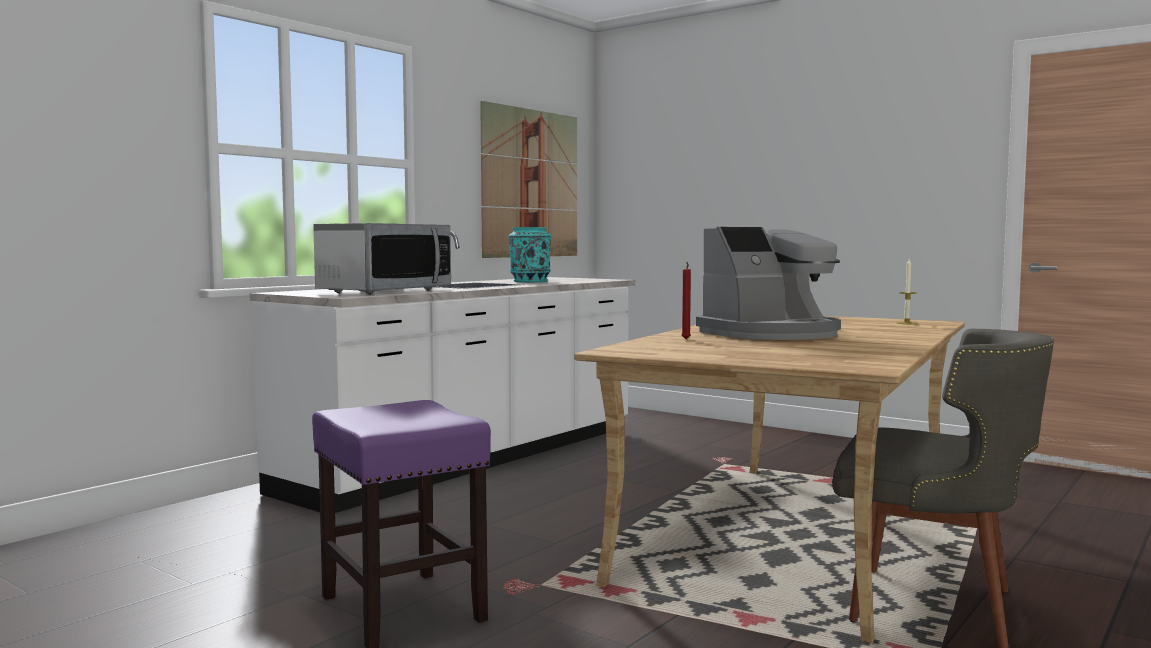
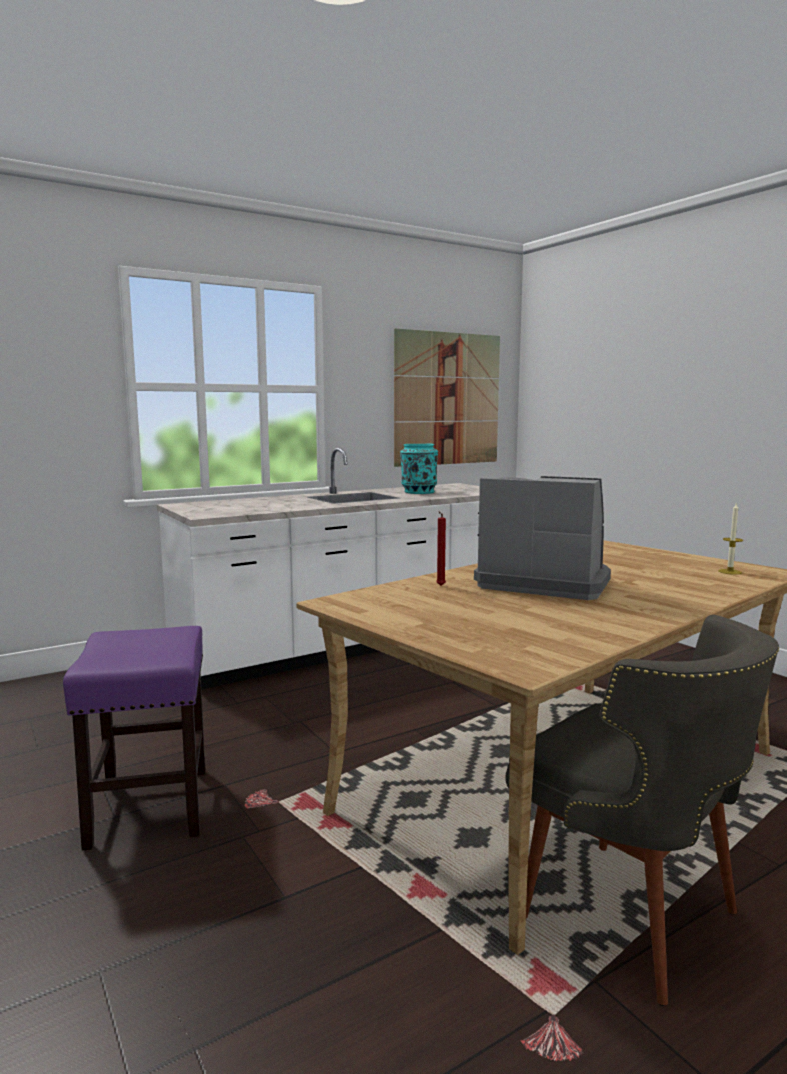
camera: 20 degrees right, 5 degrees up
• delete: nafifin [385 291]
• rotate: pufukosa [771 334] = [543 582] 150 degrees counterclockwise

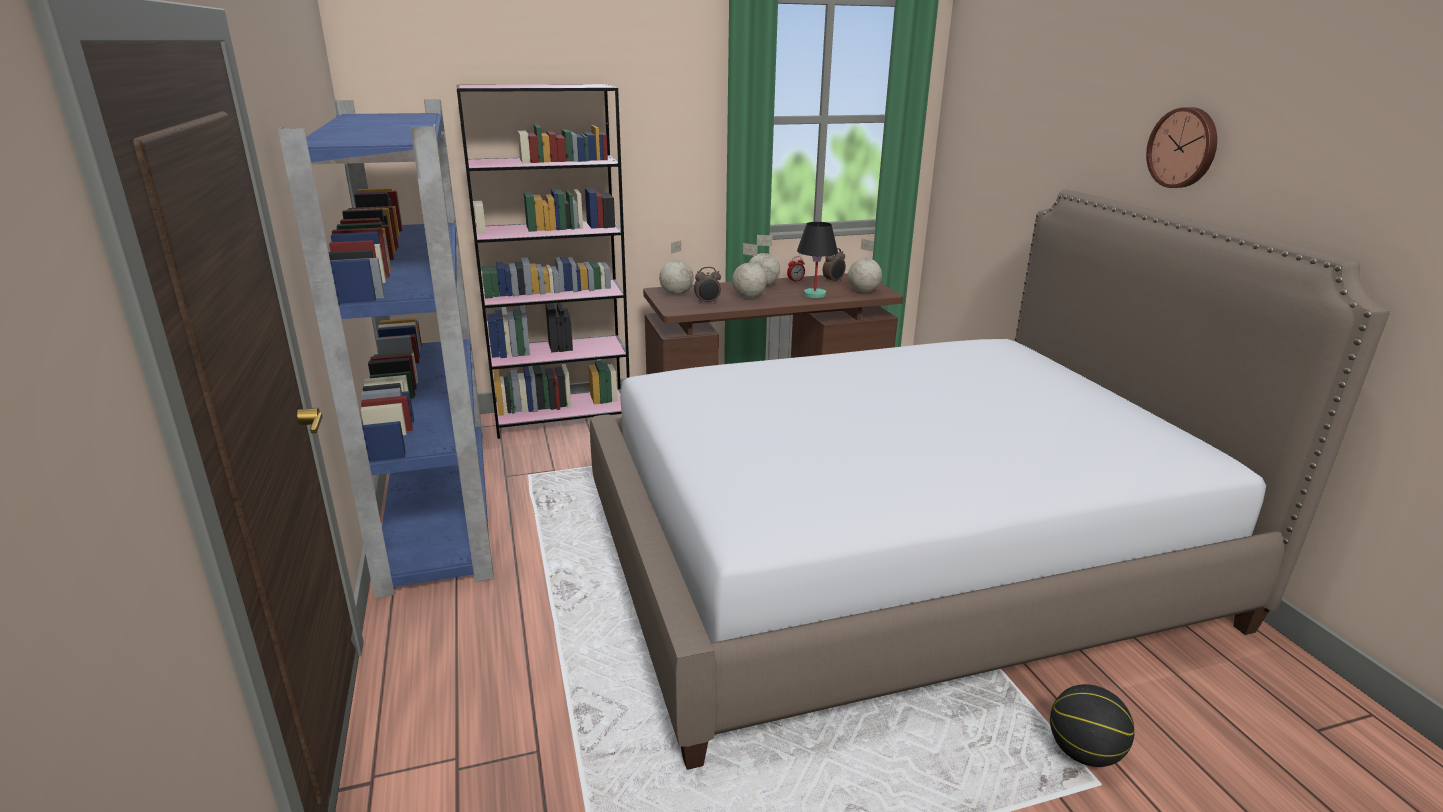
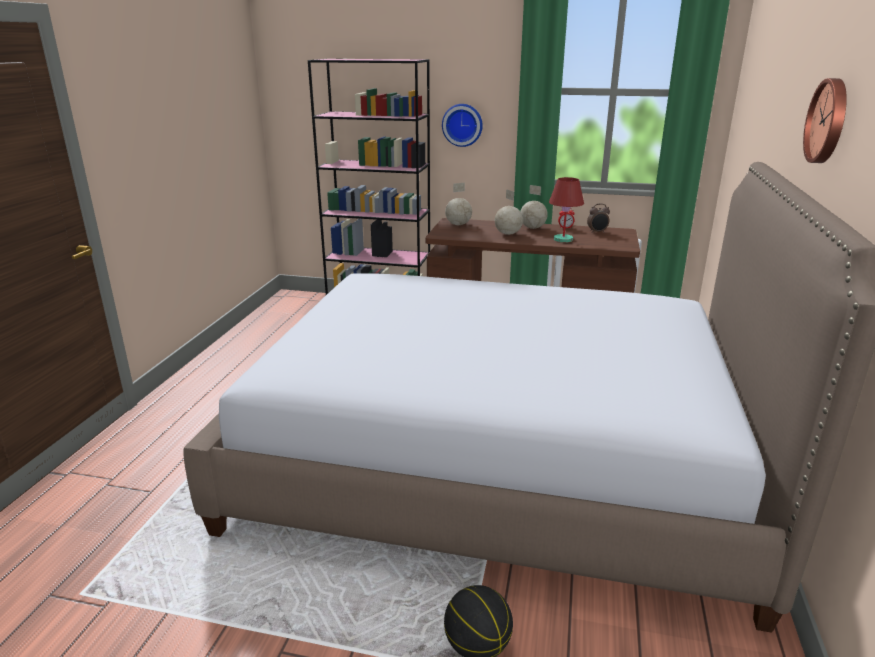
camera: 30 degrees right, 0 degrees up
• delete: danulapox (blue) [438 504]
• recolor: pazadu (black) [814 295] to pazadu (red) [563 239]
• delete: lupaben [863 291]
• delete: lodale [707 303]
• insert: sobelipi [462 125]

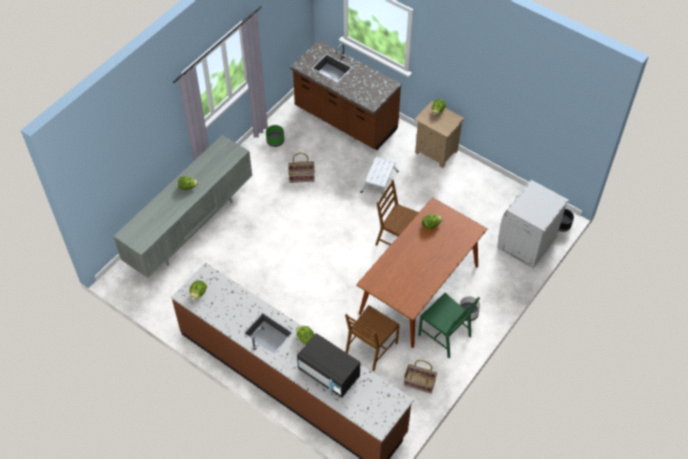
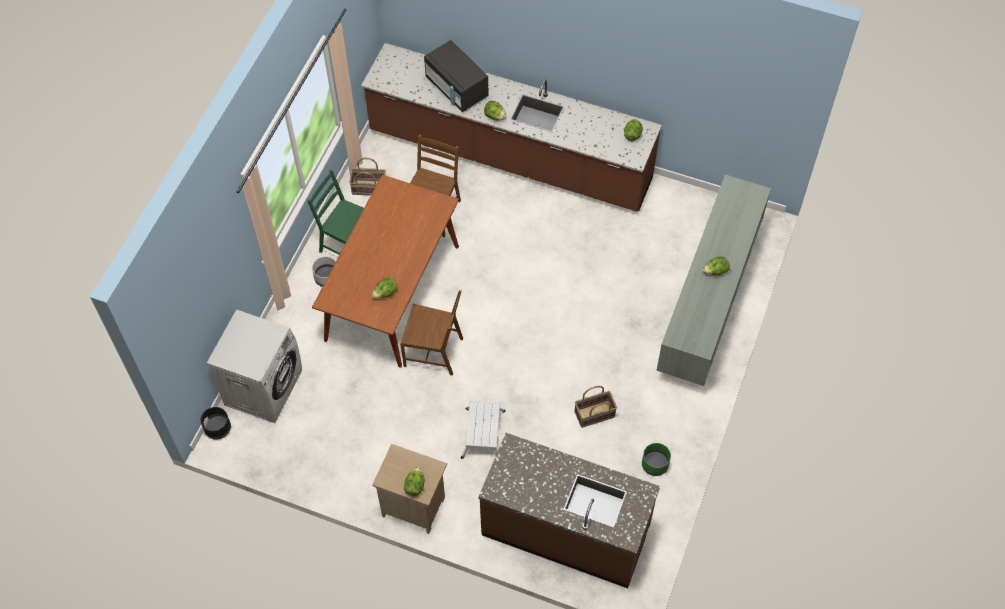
camera: 165 degrees right, 5 degrees up
• rotate: nafifin (black) [329 373] = [457 88] 150 degrees counterclockwise

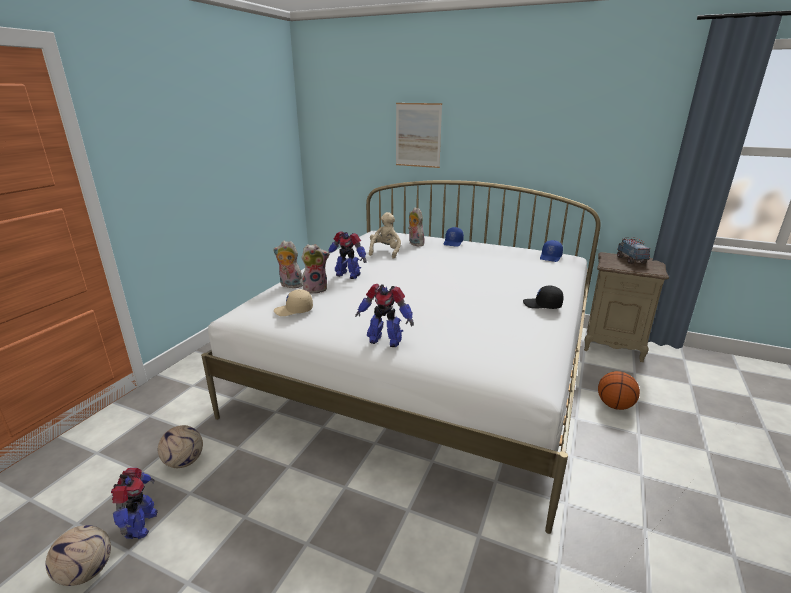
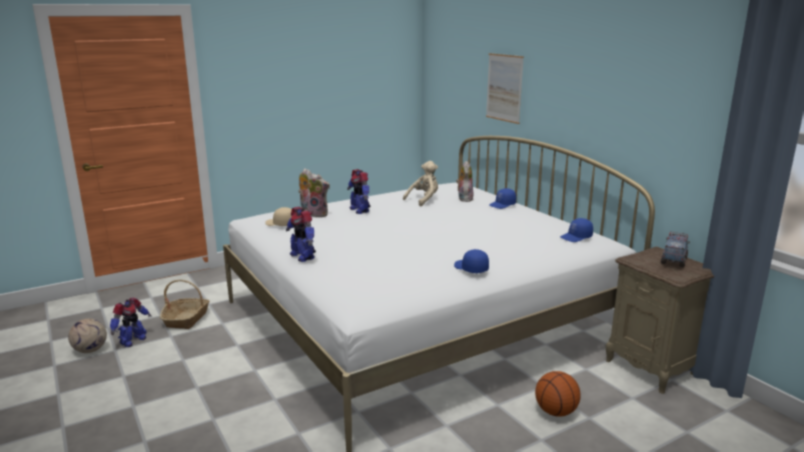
camera: 35 degrees right, 5 degrees down
• recolor: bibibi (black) [542 305] to bibibi (blue) [470 268]
• replace: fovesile [184 461] to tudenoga [186 319]

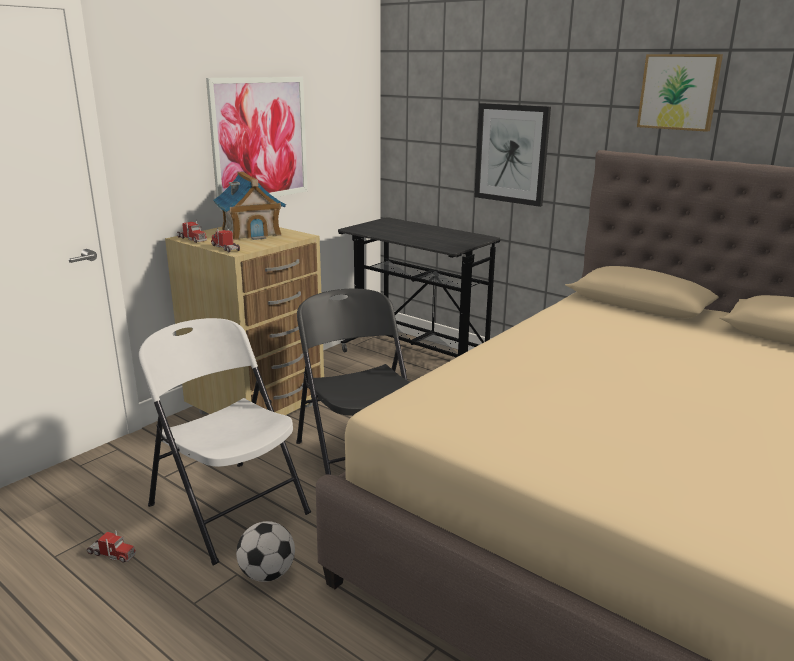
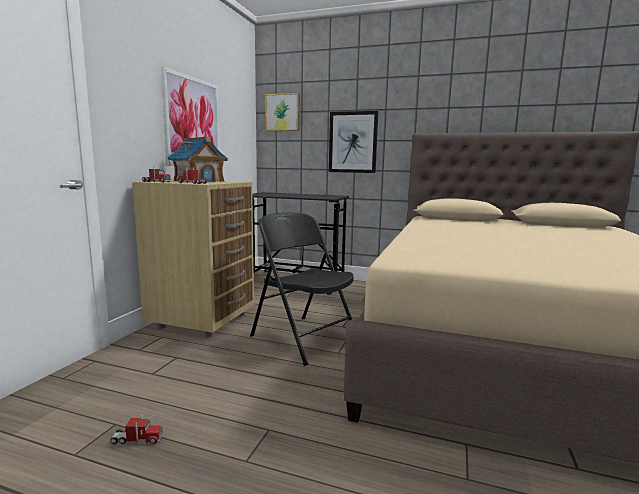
camera: 20 degrees left, 10 degrees down
• move: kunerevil [679 92] to [283 112]
• delete: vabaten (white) [229 509]
• delete: fovesile [267 574]

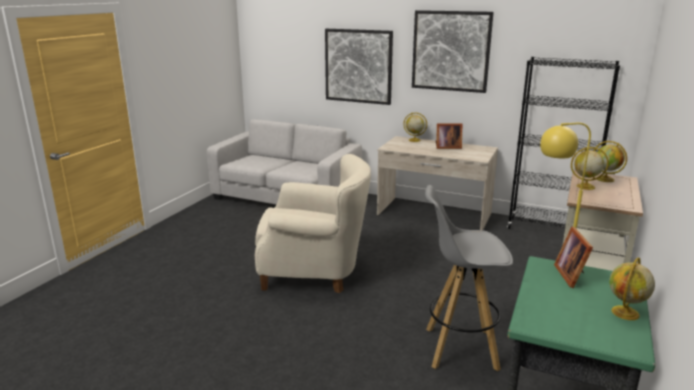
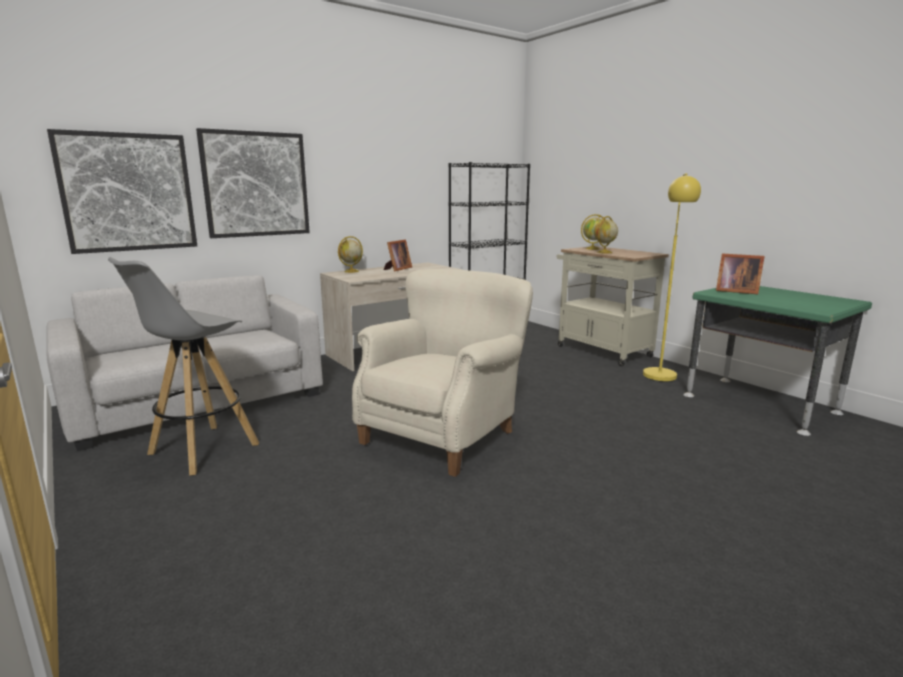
camera: 60 degrees left, 5 degrees down
• move: kunerevil [451 51] to [128 192]
• move: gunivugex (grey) [459 348] to [201 449]
• delete: lupaben [625 313]

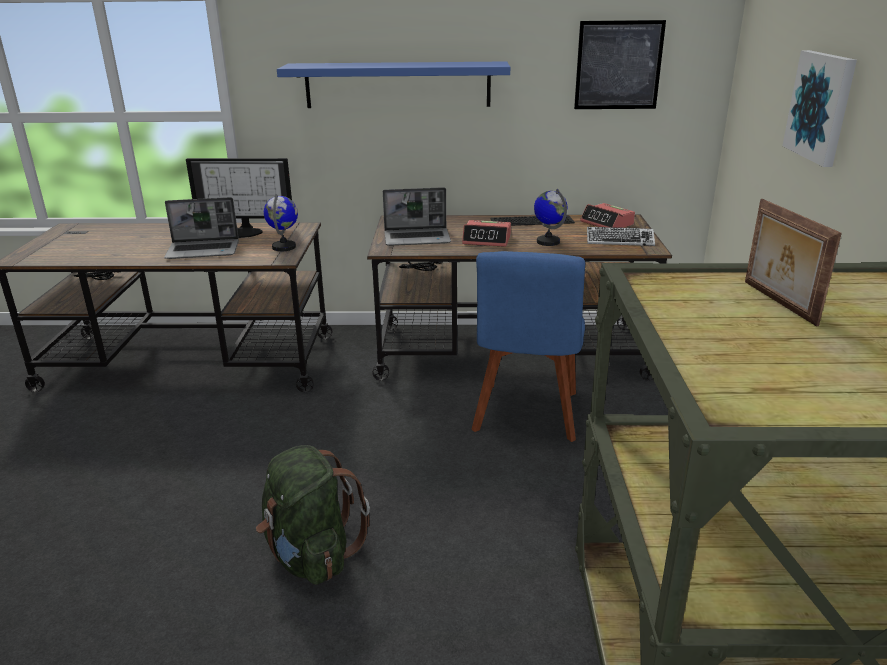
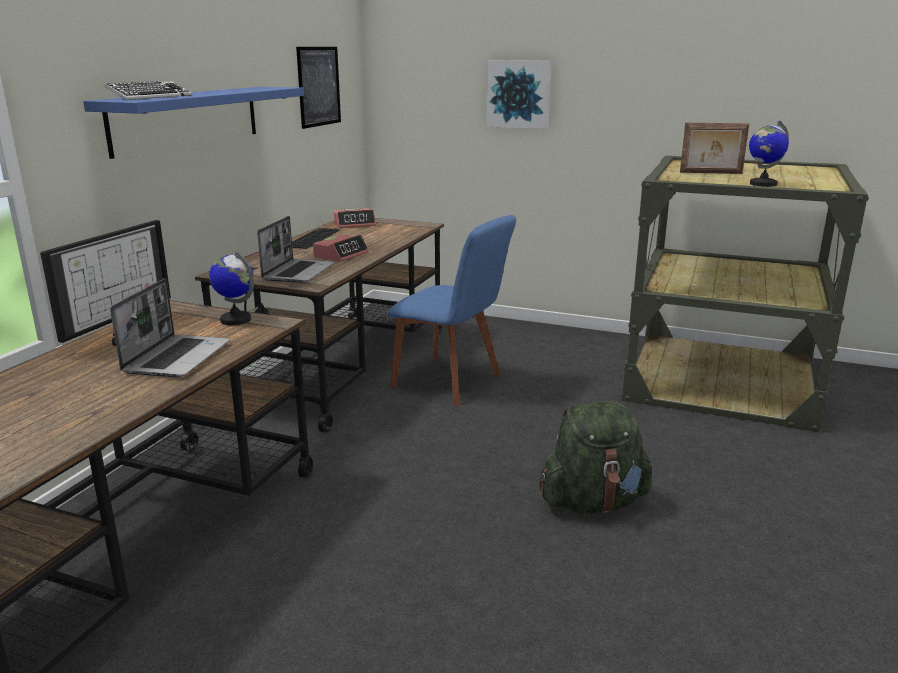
camera: 70 degrees left, 5 degrees down
• move: lupaben [548 242] to [762 184]
• move: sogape [619 241] to [150 97]

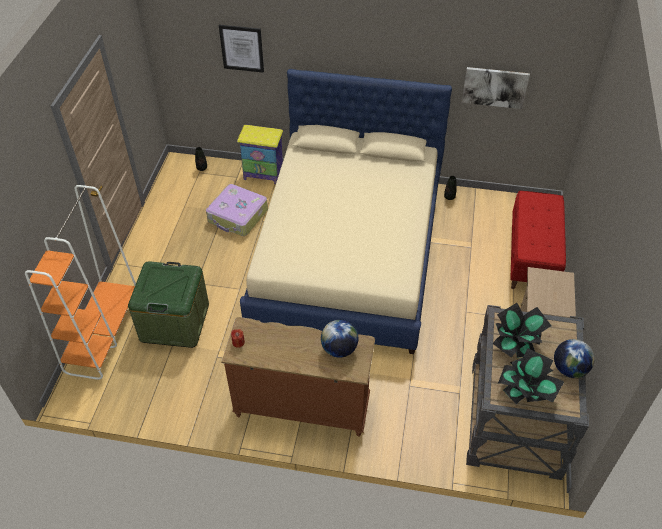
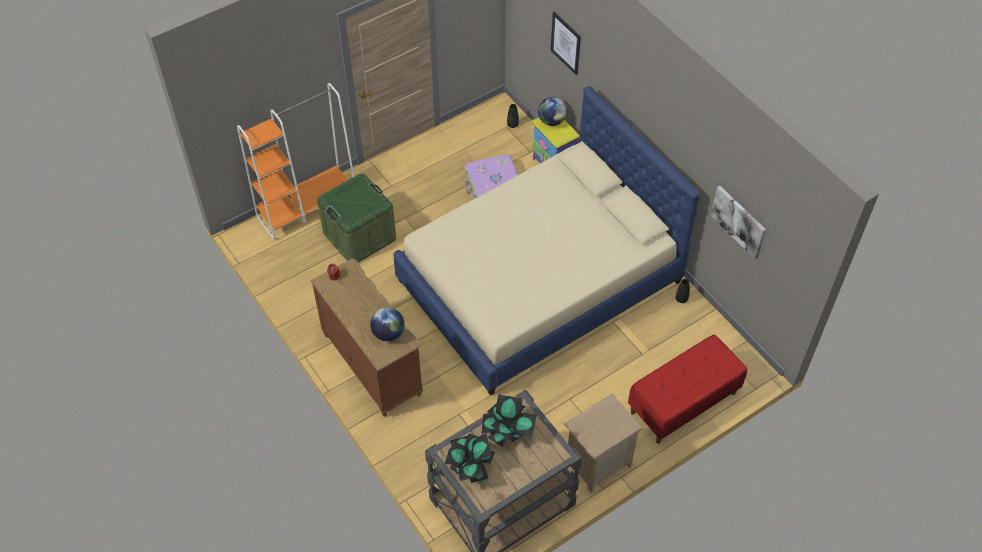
camera: 45 degrees right, 5 degrees up
• move: lupaben [569 369] to [551 121]

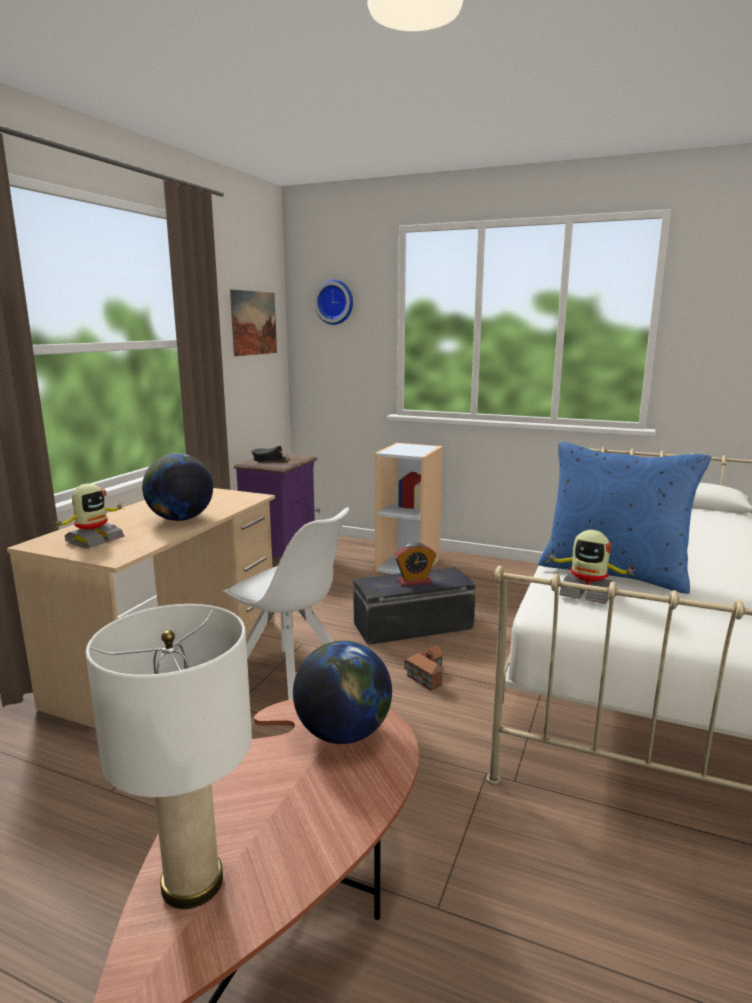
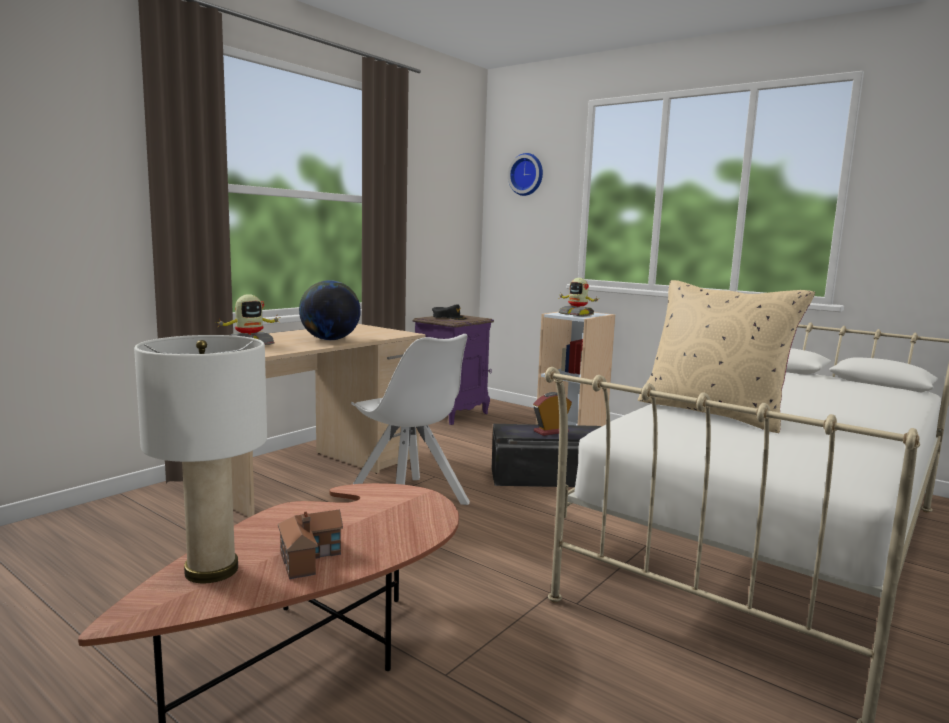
camera: 15 degrees right, 5 degrees down
• delete: kunerevil [254 323]
• recolor: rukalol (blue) [613 572] to rukalol (beige) [713 412]
• move: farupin [586 593] to [576 314]
• rotate: lodale [414 581] = [551 431] 150 degrees clockwise
• delete: lupaben [343 733]
• move: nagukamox [426 674] to [310 556]

